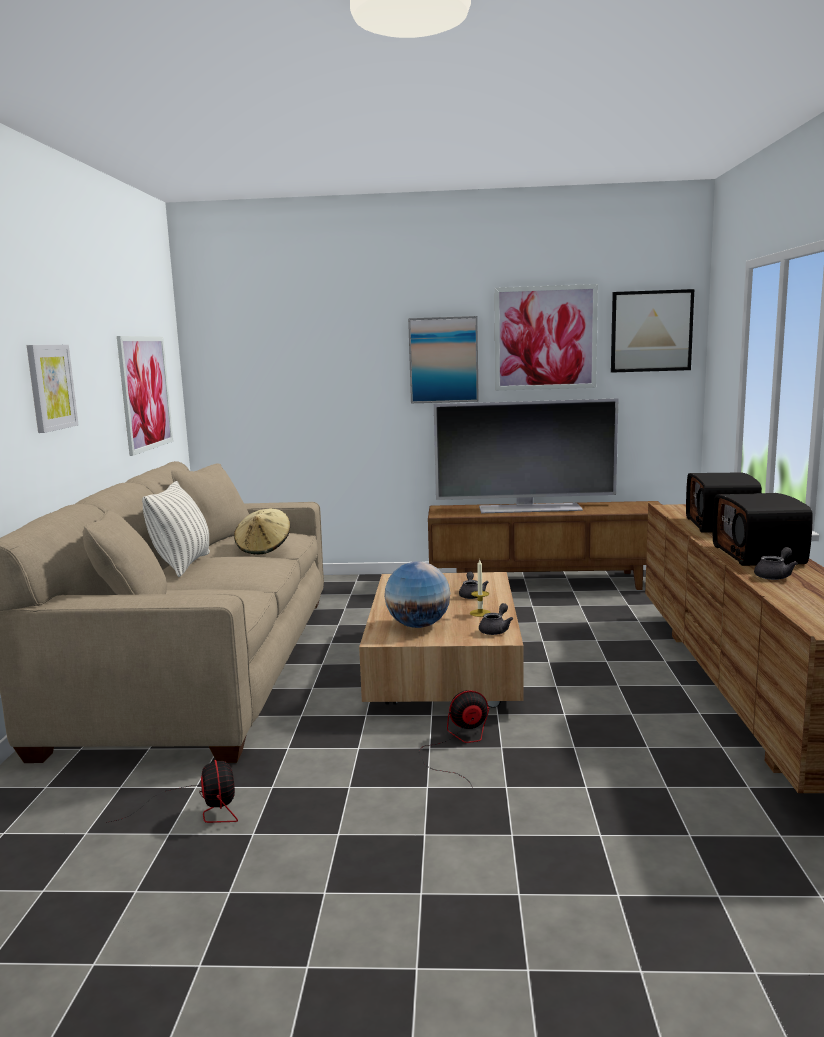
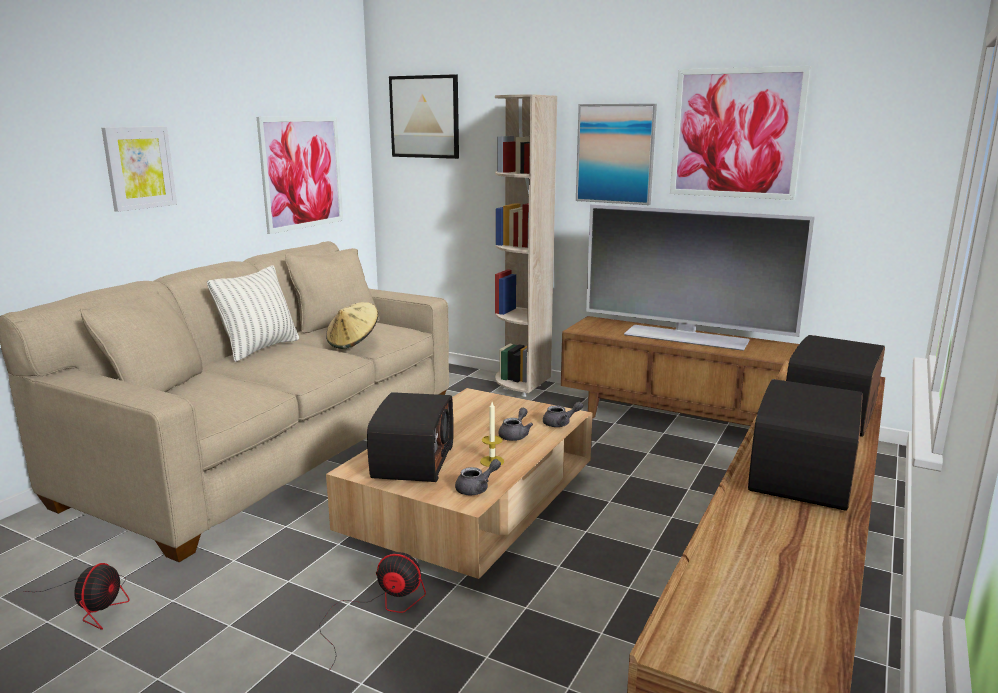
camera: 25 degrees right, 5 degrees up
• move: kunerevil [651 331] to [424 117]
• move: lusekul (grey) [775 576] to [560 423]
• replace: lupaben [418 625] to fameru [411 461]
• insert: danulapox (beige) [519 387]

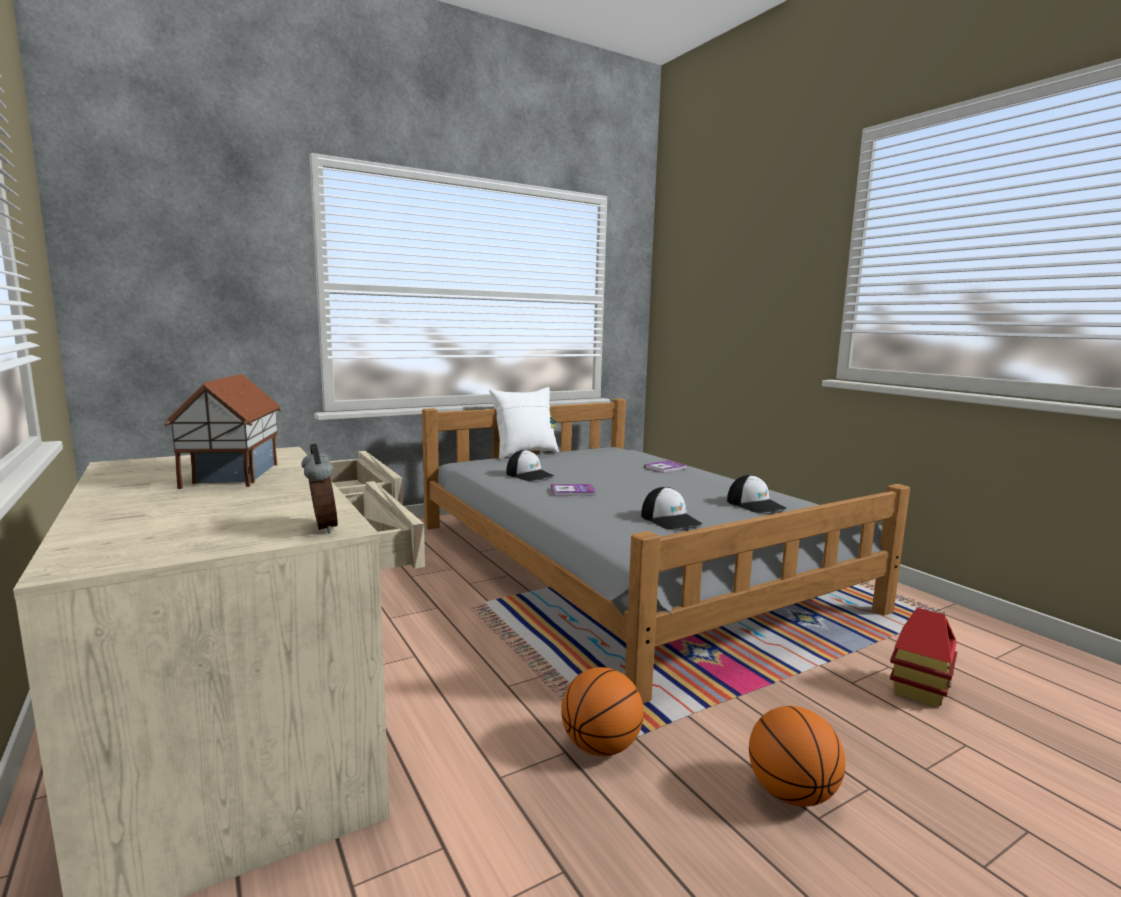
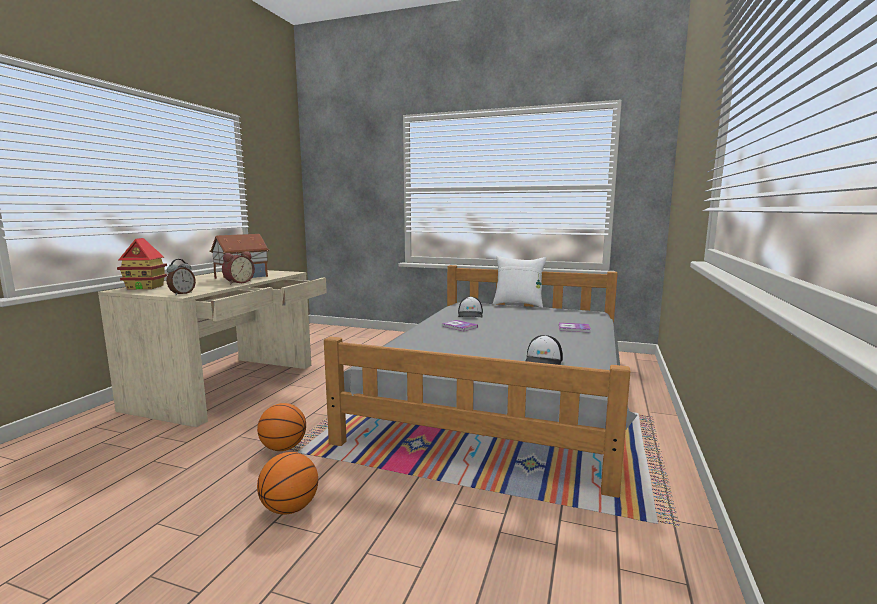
camera: 50 degrees right, 0 degrees up
• delete: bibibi [671 520]
• move: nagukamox [919 691] to [145 287]
• insert: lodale [238 282]

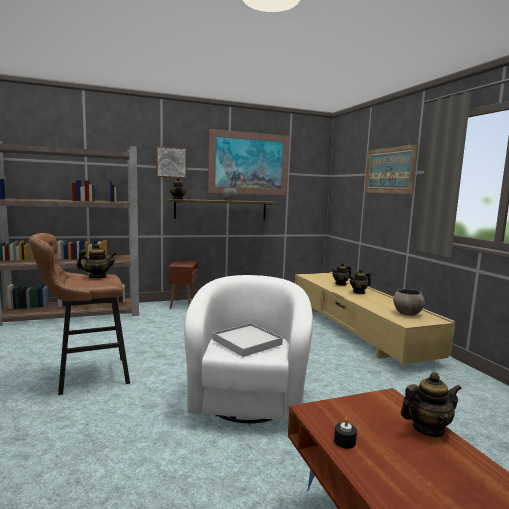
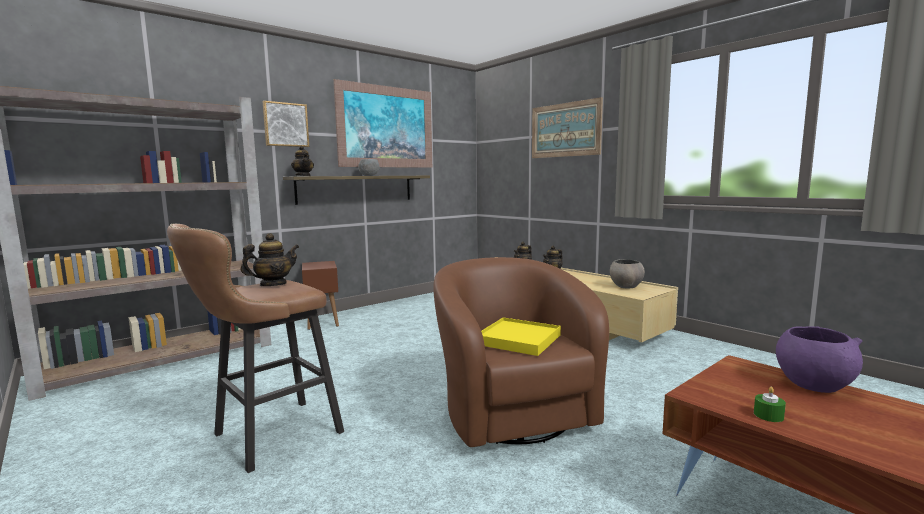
camera: 20 degrees left, 0 degrees up
• recolor: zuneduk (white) [248 397] to zuneduk (brown) [511 412]
• recolor: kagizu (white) [247 342] to kagizu (yellow) [518 339]
• replace: lusekul [427 429] to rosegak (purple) [813 384]
• recolor: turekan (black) [344 441] to turekan (green) [768 415]

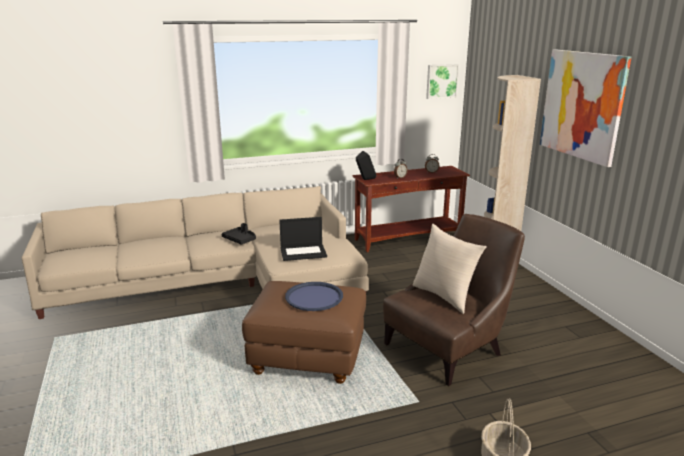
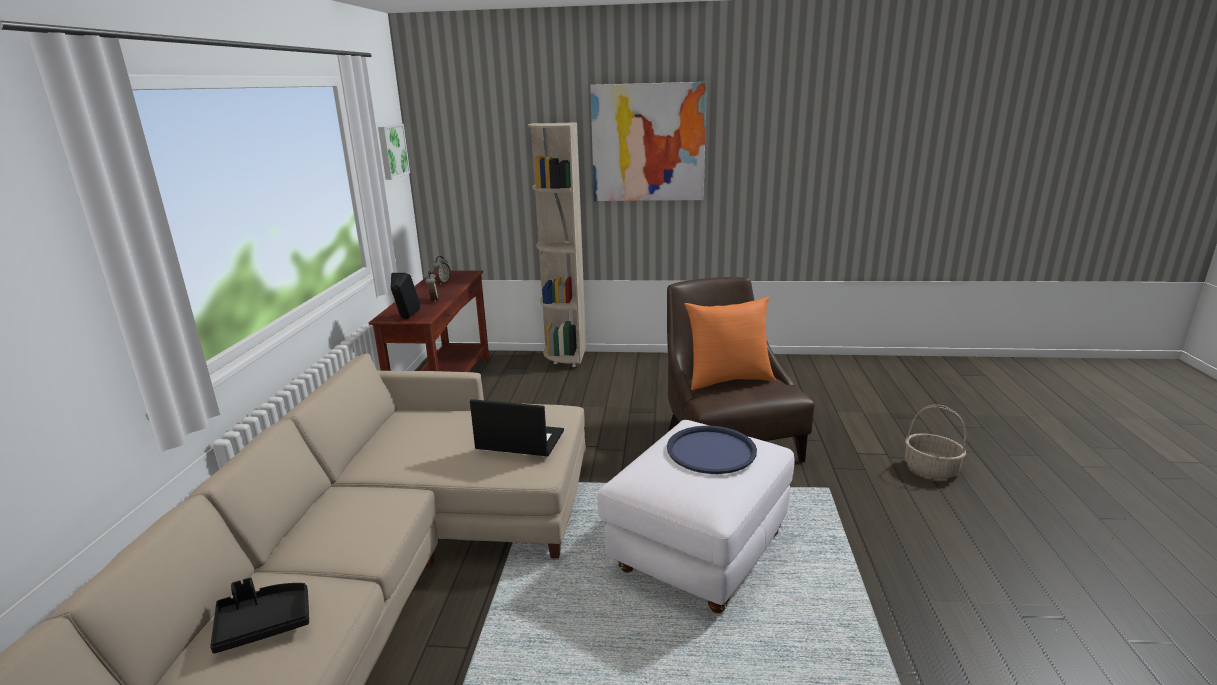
camera: 65 degrees left, 0 degrees up
• rotate: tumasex [303 252] = [519 440] 90 degrees counterclockwise
• move: kagizu (black) [240 240] to [264 623]
• recolor: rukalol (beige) [444 296] to rukalol (orange) [728 380]
• recolor: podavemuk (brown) [308 357] to podavemuk (white) [698 548]

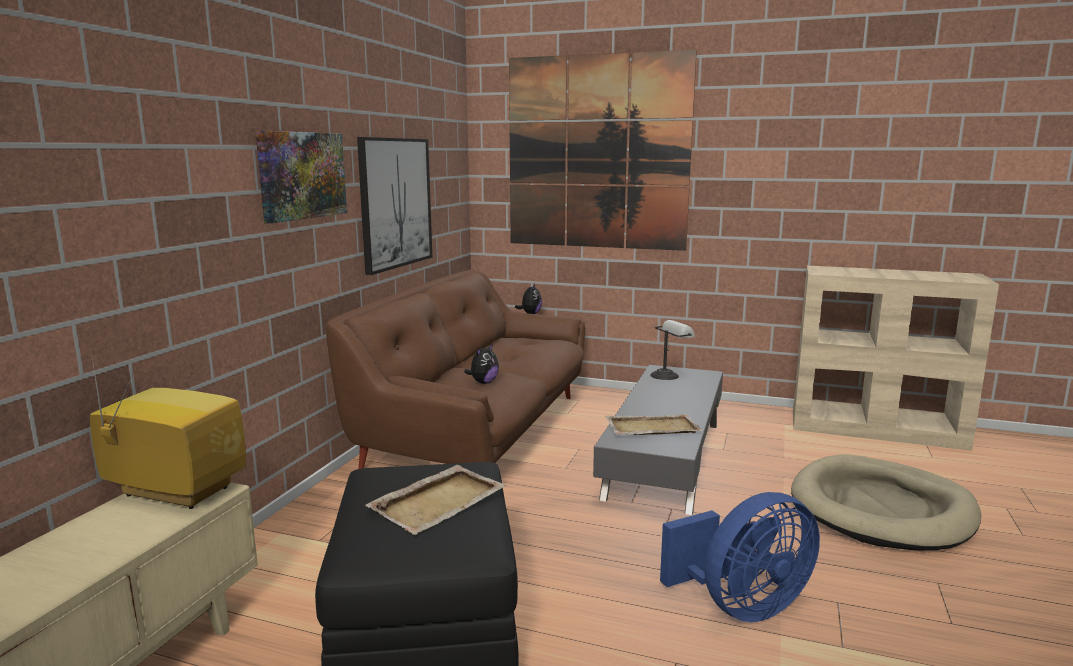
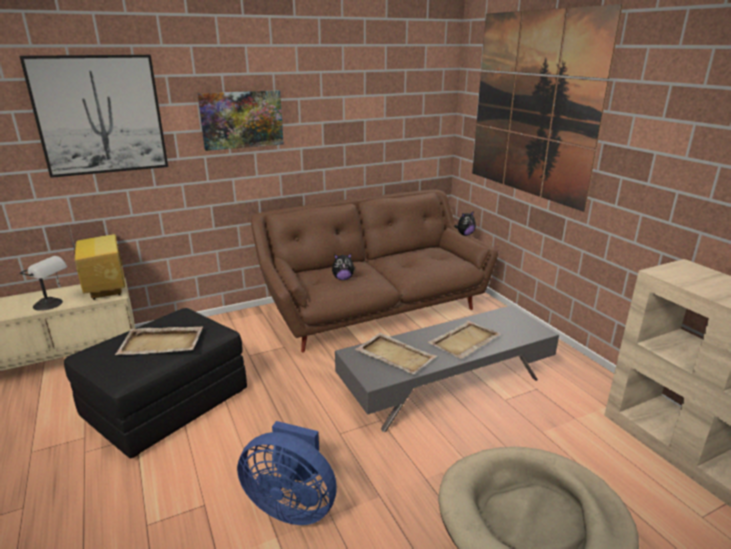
camera: 45 degrees right, 10 degrees up
• move: kunerevil [395 203] to [100 115]
• move: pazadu [669 374] to [52 305]
• insert: kagizu (beige) [463 341]

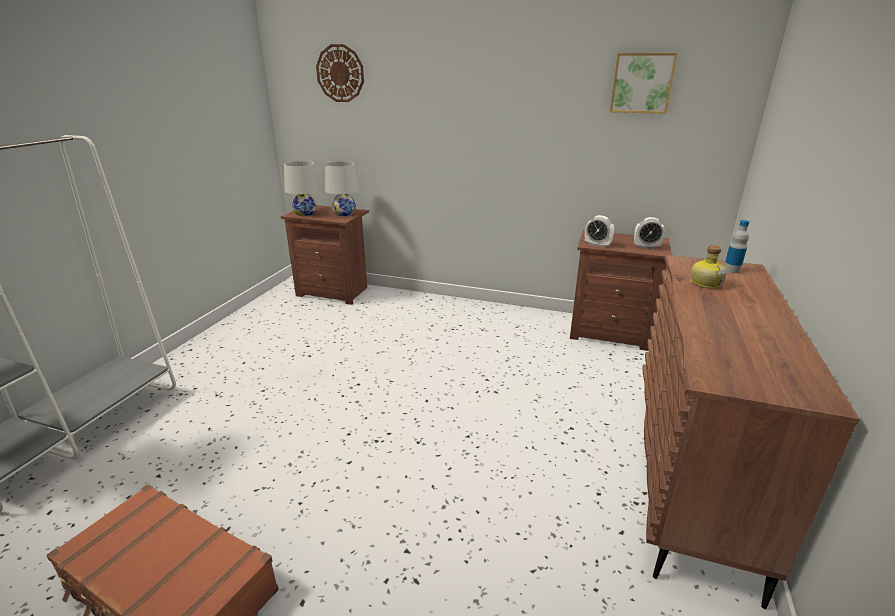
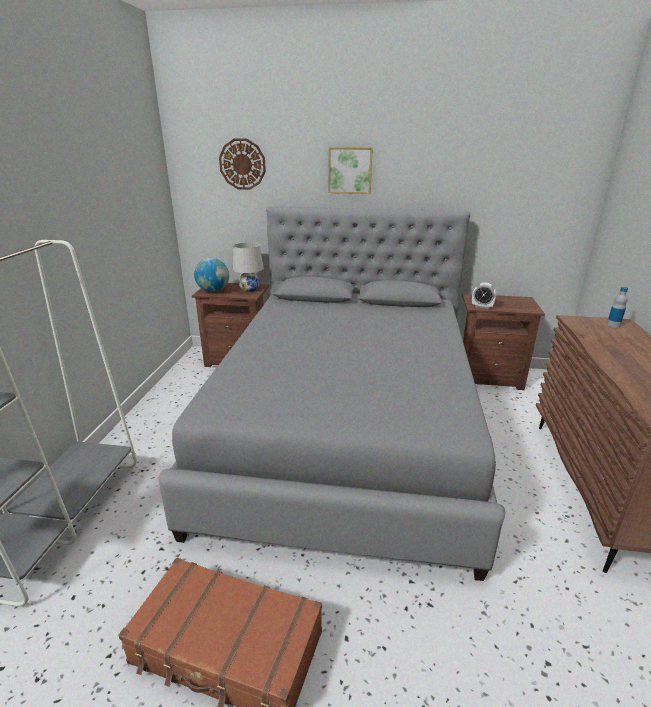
camera: 10 degrees left, 0 degrees up
• move: kunerevil [642 83] to [350 170]
• replace: pazadu (white) [305 213] to lupaben [213 291]
• delete: lodale [646 247]
• delete: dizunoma [705 283]
• insert: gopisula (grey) [347 429]

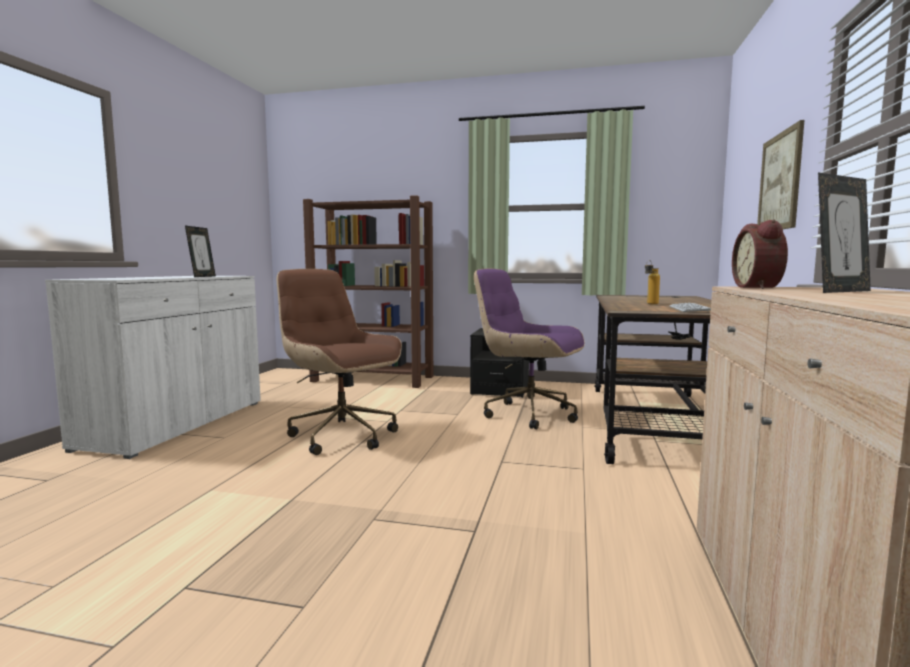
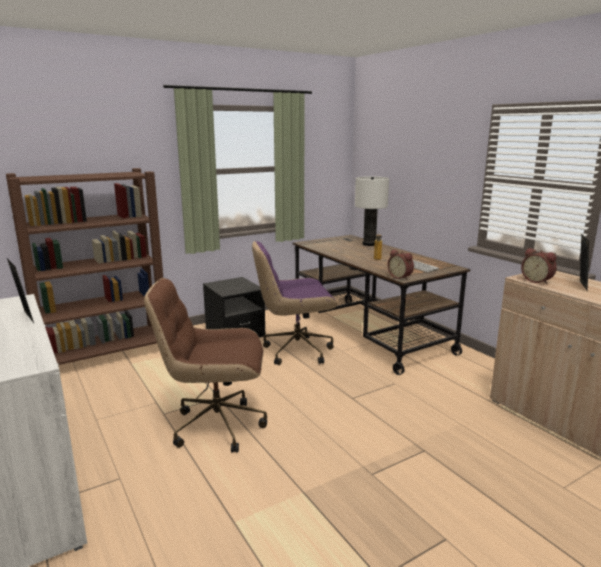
camera: 45 degrees left, 10 degrees up
• delete: kunerevil [780 182]
• insert: pazadu (white) [369 244]
• insert: lodale [400 277]

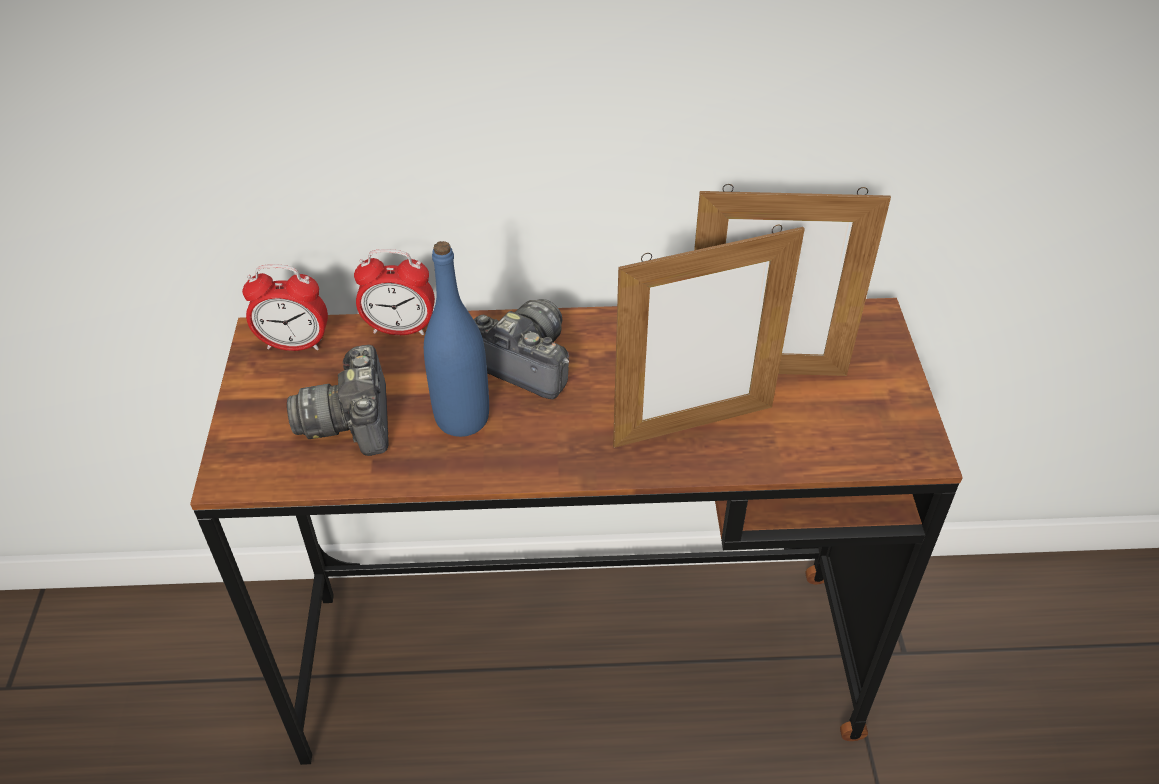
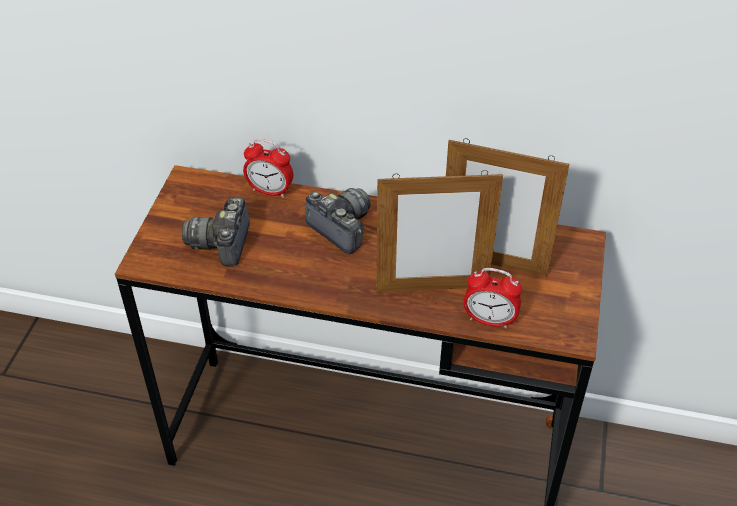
camera: 15 degrees right, 0 degrees up
• delete: dizunoma (blue) [462 418]
• move: lodale [295 344] to [489 320]

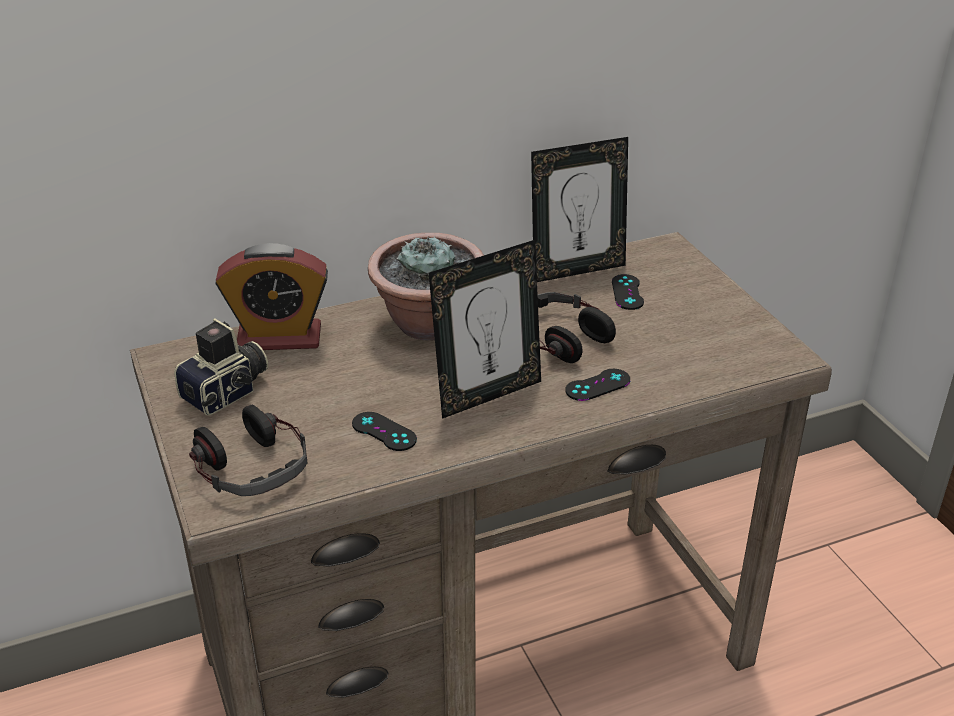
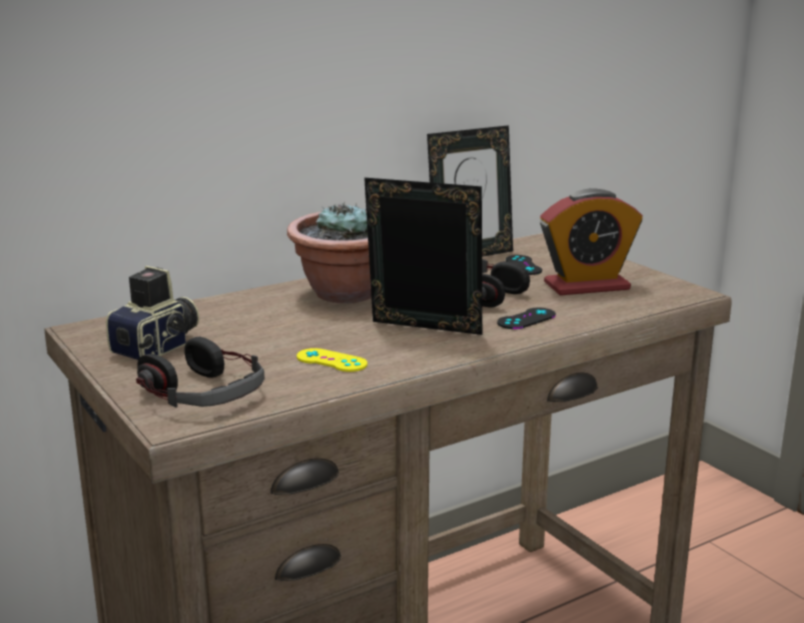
camera: 10 degrees left, 15 degrees down
• rotate: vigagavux [487 394] = [423 331] 120 degrees counterclockwise
• move: lodale [279 338] to [586 286]
• recolor: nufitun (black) [384 432] to nufitun (yellow) [331 361]

